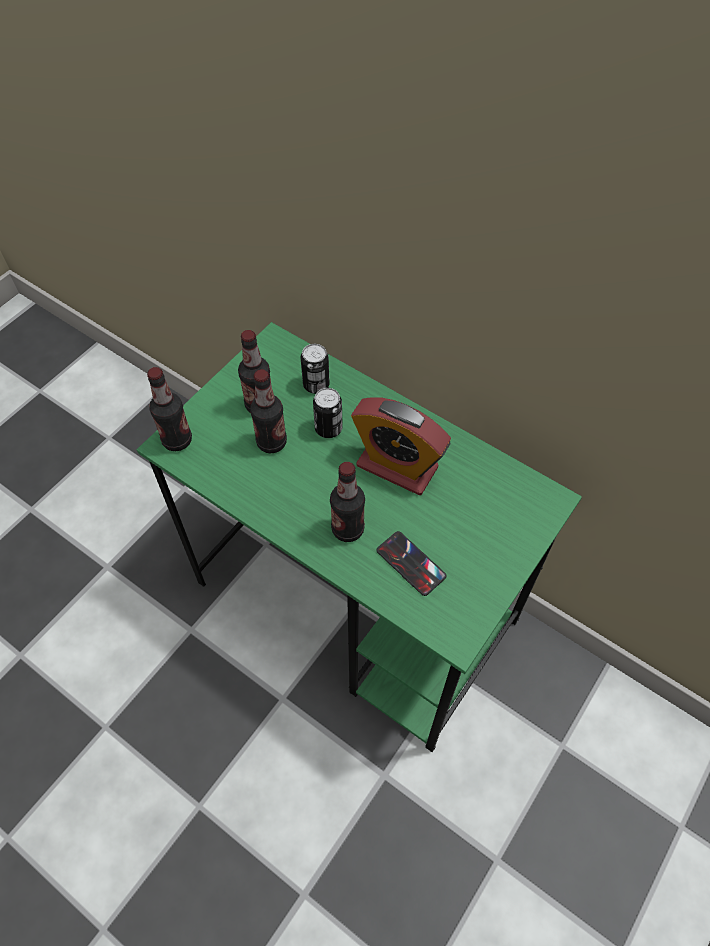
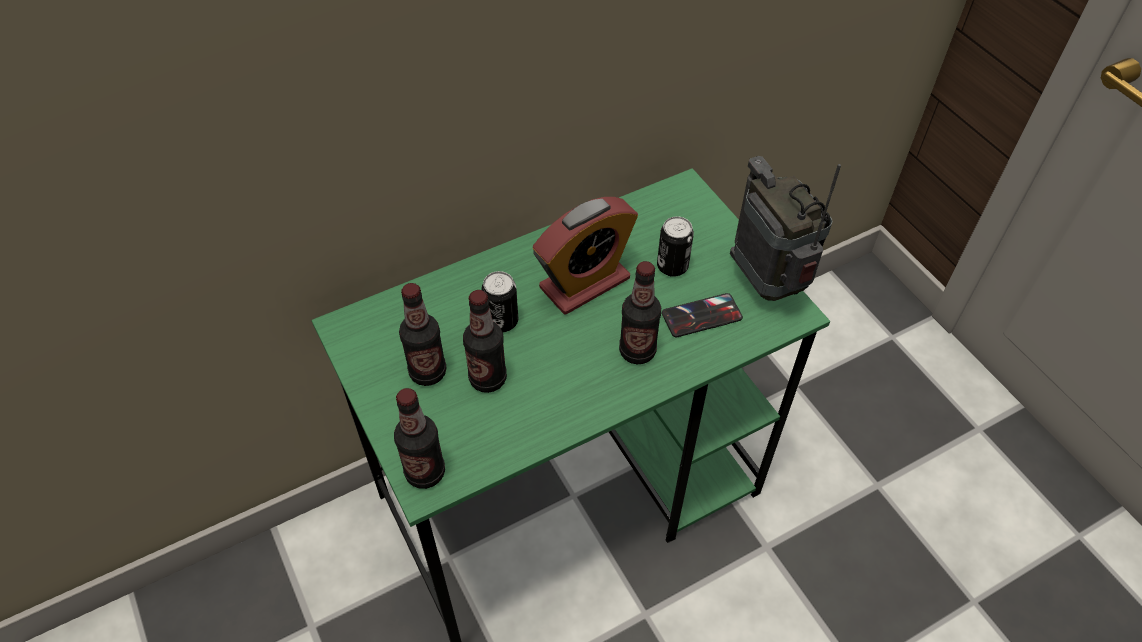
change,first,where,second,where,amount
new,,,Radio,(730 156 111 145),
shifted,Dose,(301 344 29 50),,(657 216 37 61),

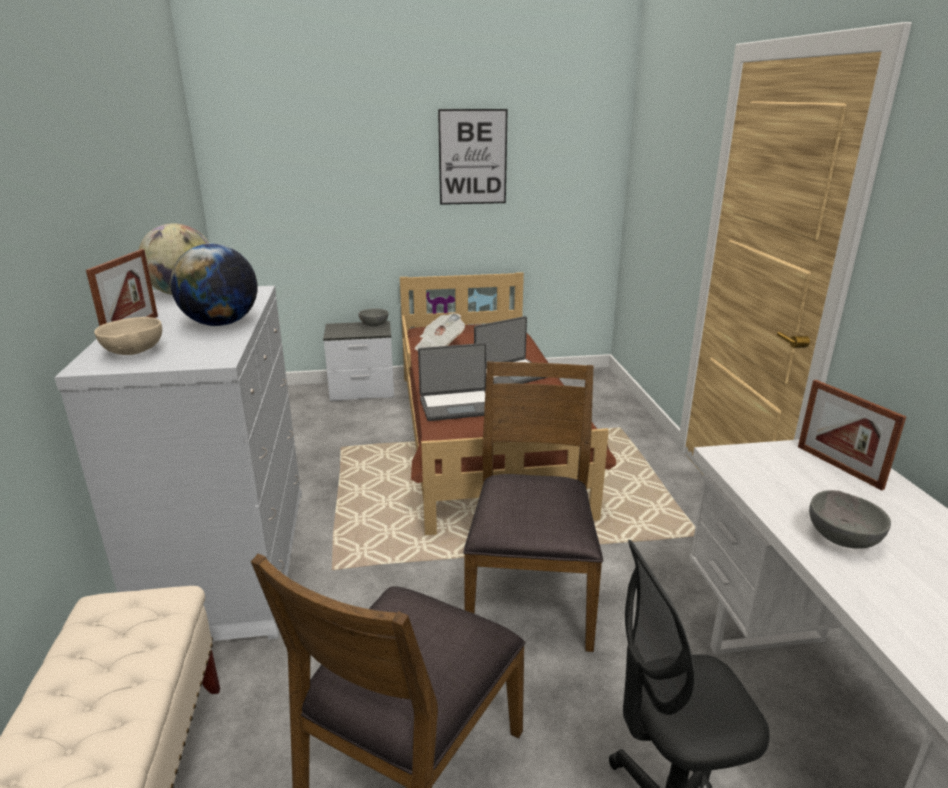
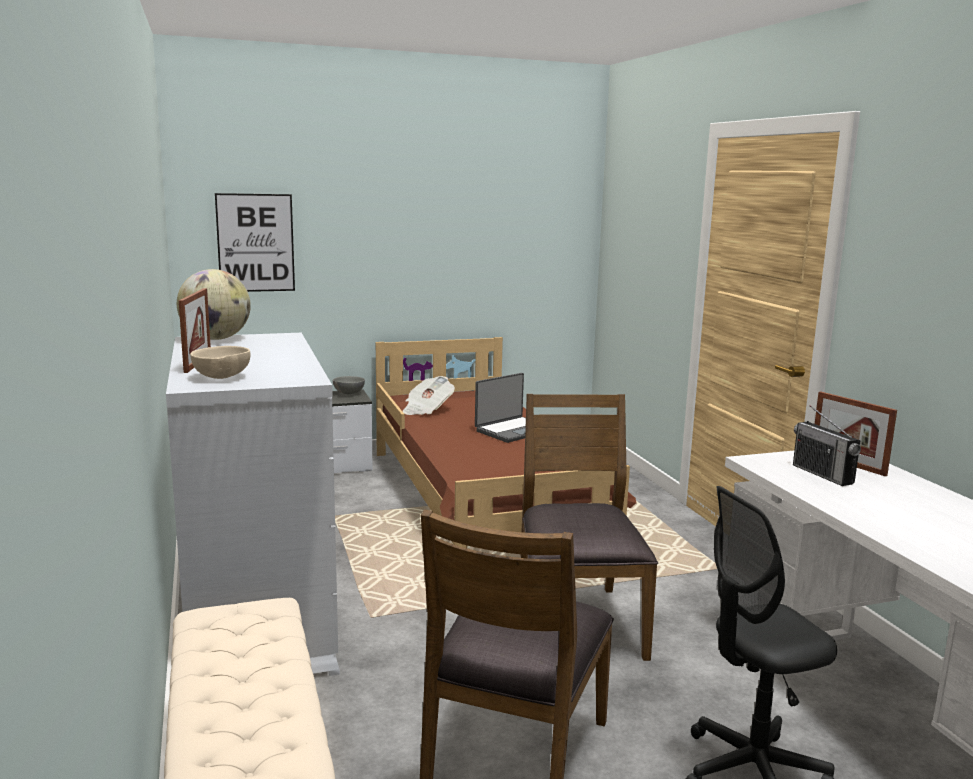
change,first,where,second,where,amount
gone,Globus,(170 244 88 82),,,
gone,Laptop,(418 343 68 78),,,
gone,Schüssel (grau),(809 490 82 59),,,
new,,,Radio,(793 405 68 81),
shifted,Bild,(438 109 70 96),,(215 193 80 99),

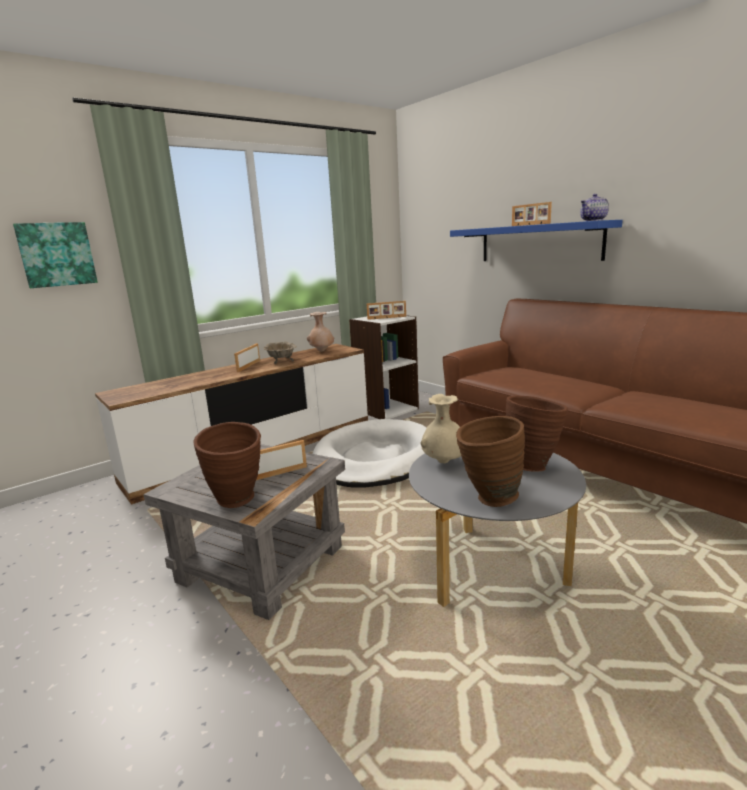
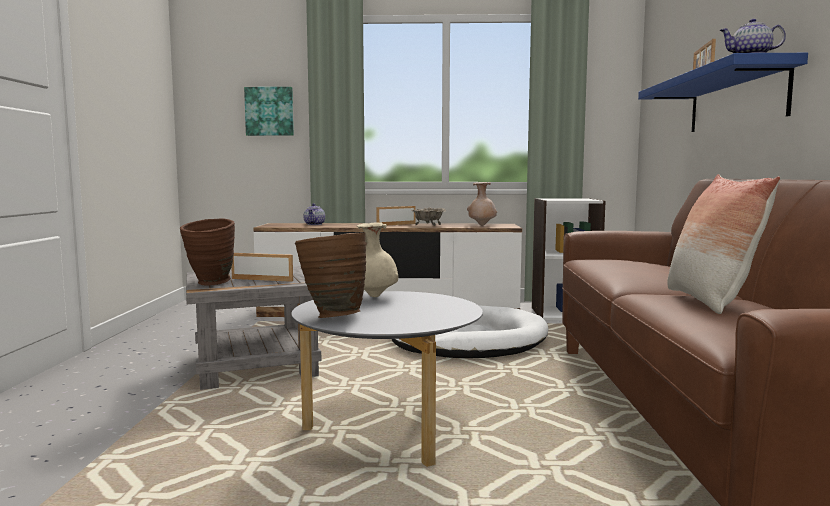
change,first,where,second,where,amount
gone,Bilderrahmen,(367 301 39 19),,,
gone,Vase (braun),(506 396 62 76),,,
new,,,Teekanne,(303 203 22 22),
new,,,Kissen,(667 174 113 140),

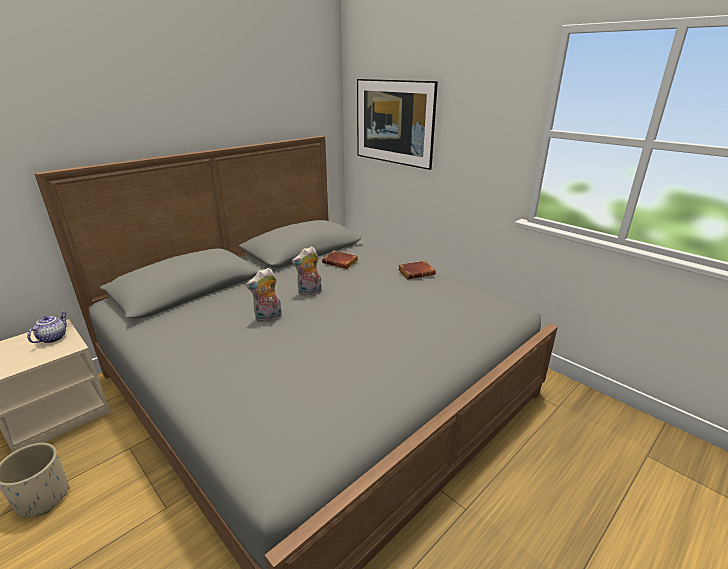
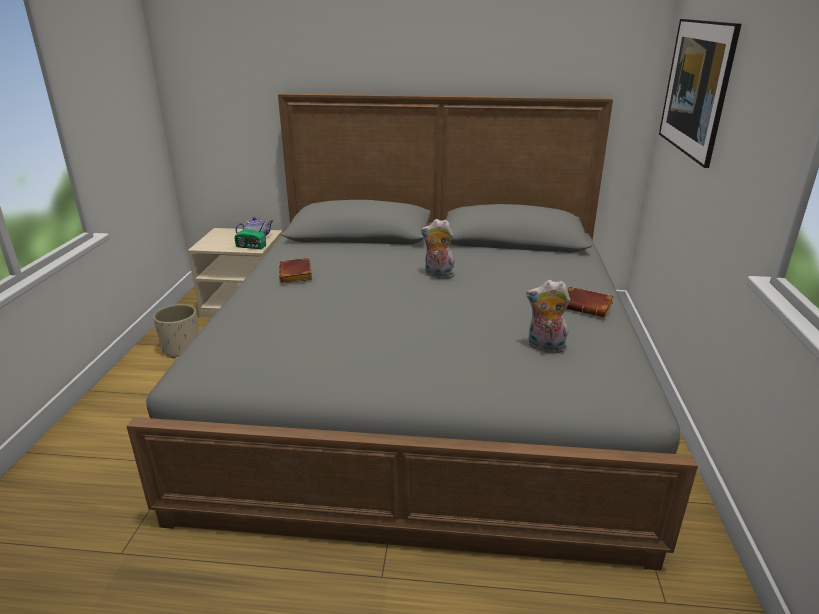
change,first,where,second,where,amount
new,,,Radio,(235 219 31 30),
shifted,Plüschtier,(246 268 36 54),,(526 280 44 73),
shifted,Buch (braun),(322 250 36 19),,(279 257 33 26),

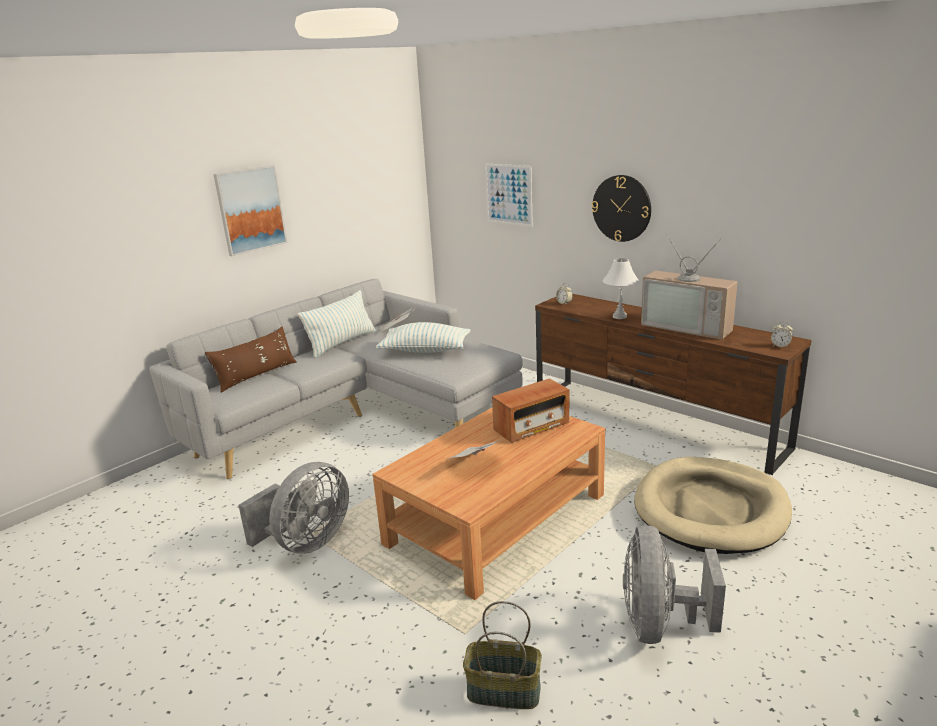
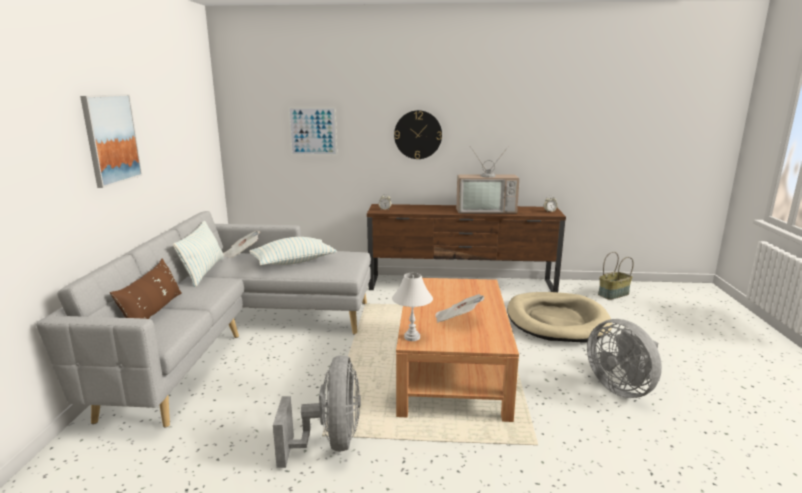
change,first,where,second,where,amount
gone,Radio,(492 378 77 65),,,
shifted,Korb,(463 601 79 108),,(598 252 36 48),
shifted,Tischlampe (weiß),(603 258 36 61),,(392 273 41 68),

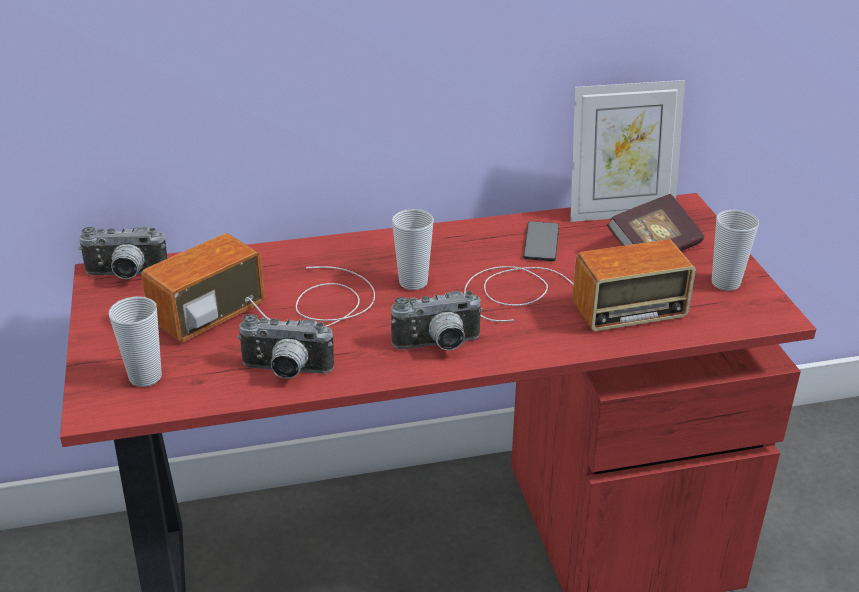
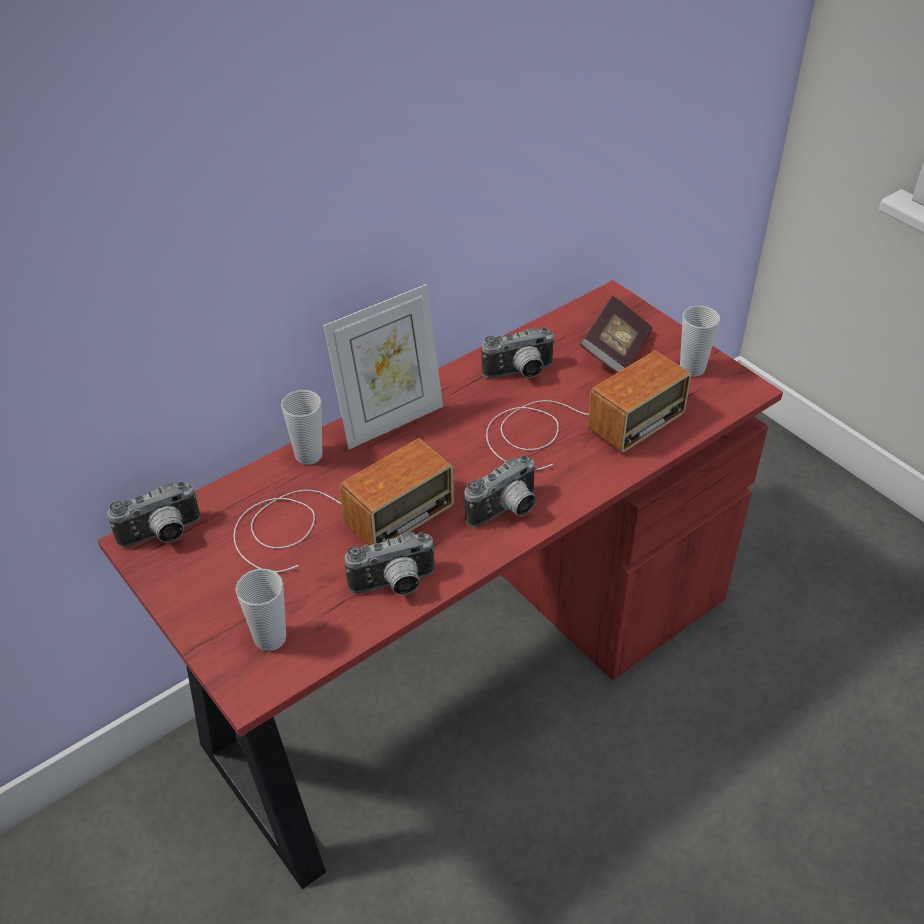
change,first,where,second,where,amount
shifted,Tasse,(392 209 42 81),,(281 390 41 75),
shifted,Bilderrahmen,(570 80 115 142),,(323 284 120 165),
swapped,Handy,(523 221 36 40),Kamera,(482 327 74 52),
rotated,Radio,(141 233 234 109),,(234 438 220 134),150 degrees counterclockwise

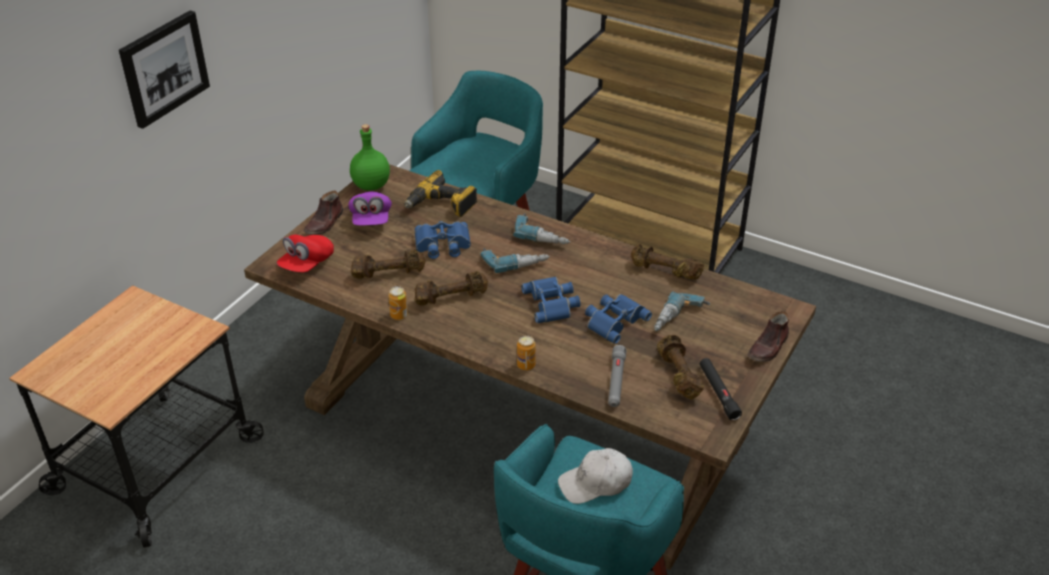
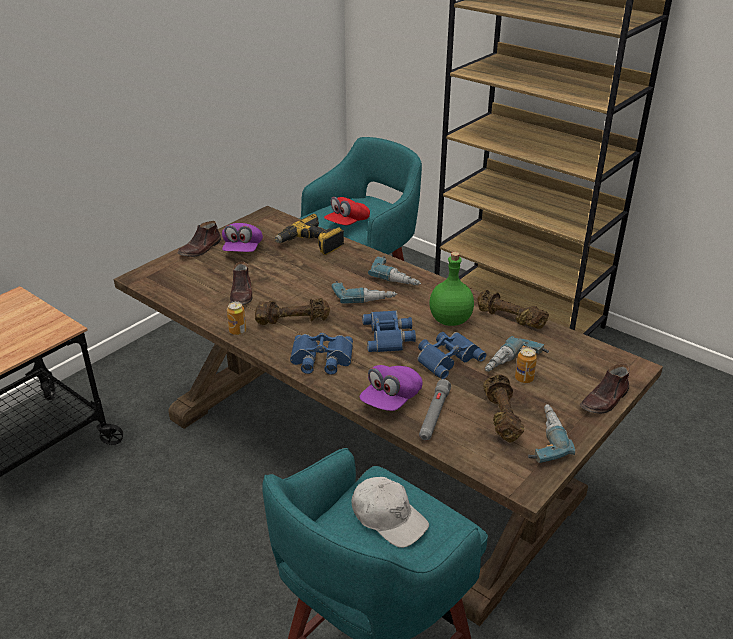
change,first,where,second,where,amount
gone,Bild,(119 11 91 118),,,
new,,,Kappe (lila),(360 365 63 46),
shifted,Kappe (rot),(277 235 57 37),,(324 197 46 28),
shifted,Flasche (grün),(350 124 40 67),,(429 252 45 74),
shifted,Fernglas (blau),(415 221 56 38),,(290 333 63 41),
shifted,Dose,(517 335 19 35),,(515 347 22 36),
swapped,Hantel (braun),(351 249 75 30),Schuh (braun),(230 261 22 44),
swapped,Taschenlampe (schwarz),(700 358 42 62),Bohrmaschine,(528 404 47 59),
rotated,Kappe (weiß),(558 448 75 56),,(351 477 78 71),135 degrees counterclockwise

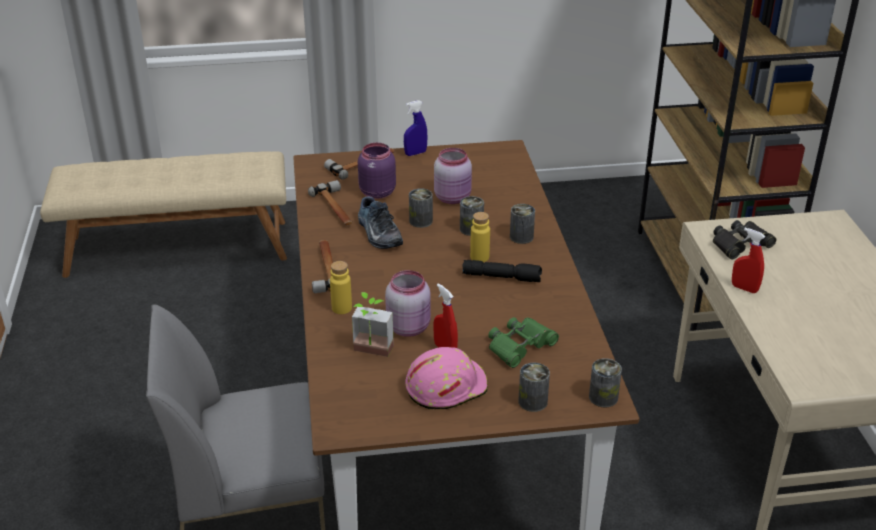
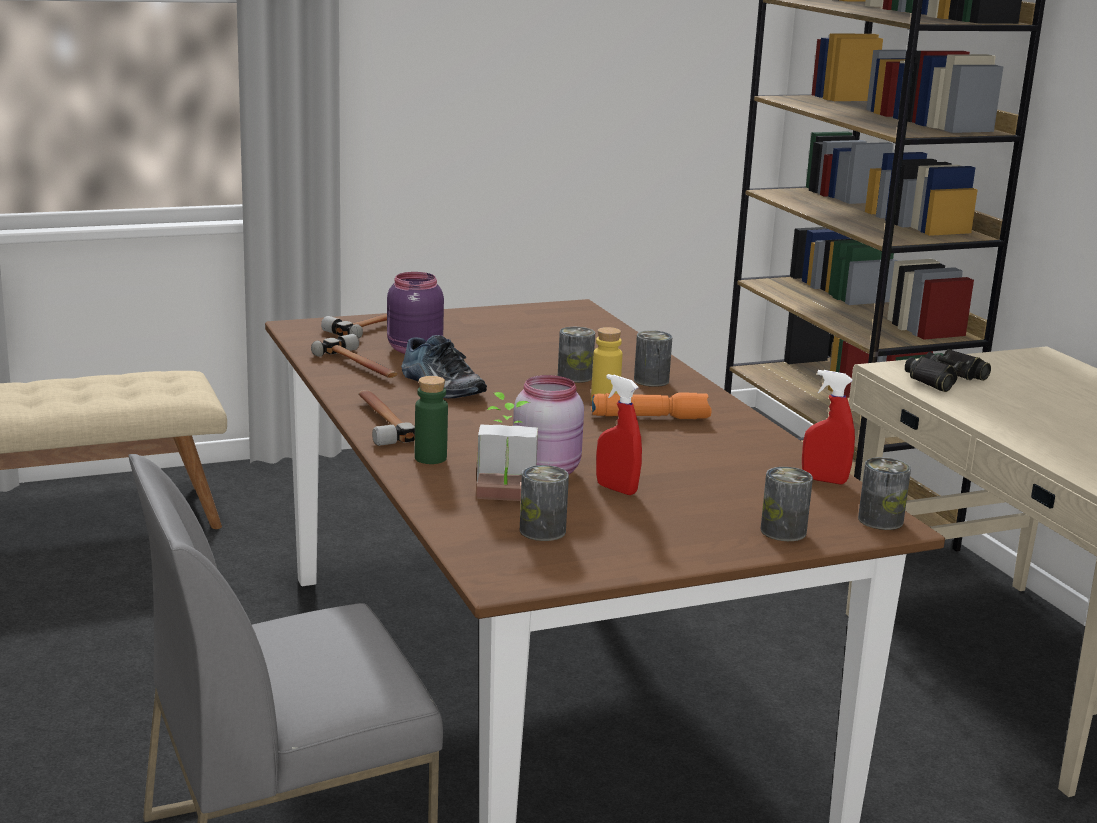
change,first,where,second,where,amount
gone,Sprühflasche (blau),(404 100 23 56),,,
gone,Schutzhelm (rosa),(405 347 83 62),,,
gone,Vorratsglas (rosa),(434 148 38 56),,,
gone,Fernglas (grün),(488 317 71 51),,,
shifted,Dose,(409 188 24 40),,(520 465 49 76),
shifted,Sprühflasche (rot),(732 228 33 65),,(802 370 53 114),
repainted,Flasche (gelb),(330 261 22 53),Flasche (grün),(415 376 33 88),
repainted,Taschenlampe (schwarz),(462 260 80 22),Taschenlampe (orange),(591 392 121 27),

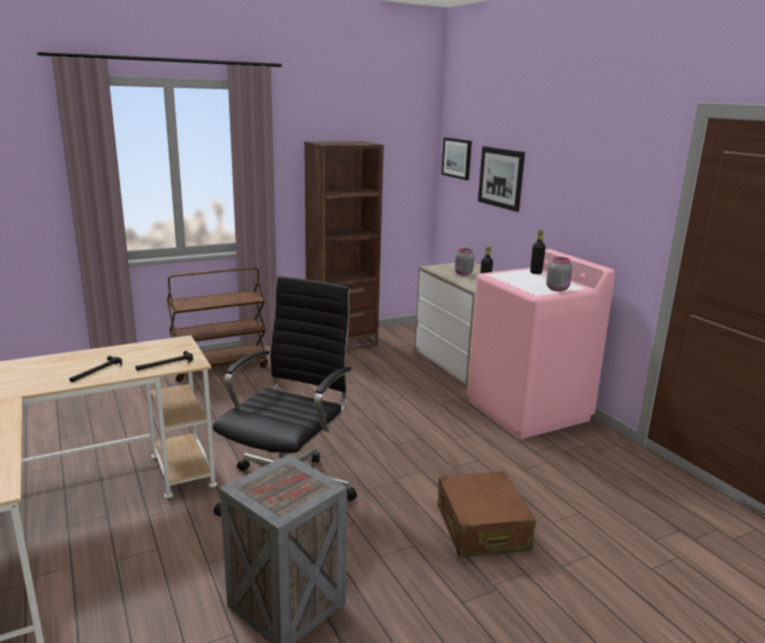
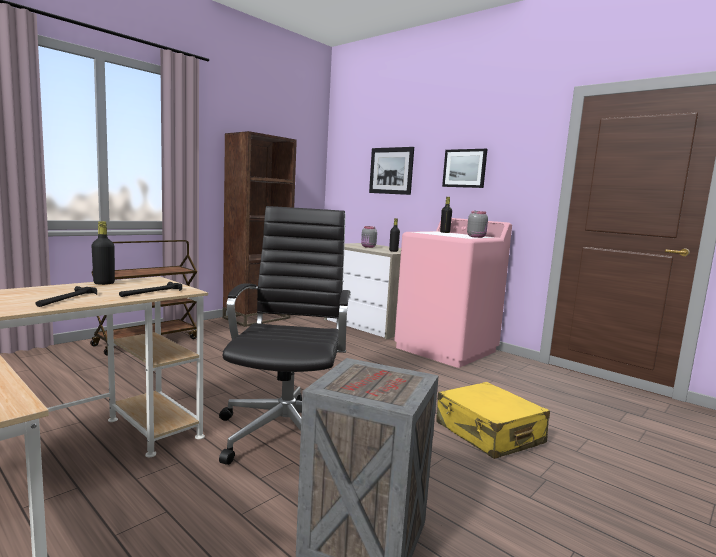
change,first,where,second,where,amount
new,,,Flasche (schwarz),(92 221 23 64),
shifted,Bild,(441 138 31 42),,(442 149 45 39),
repainted,Koffer (braun),(438 471 98 86),Koffer (gelb),(436 382 114 77),

